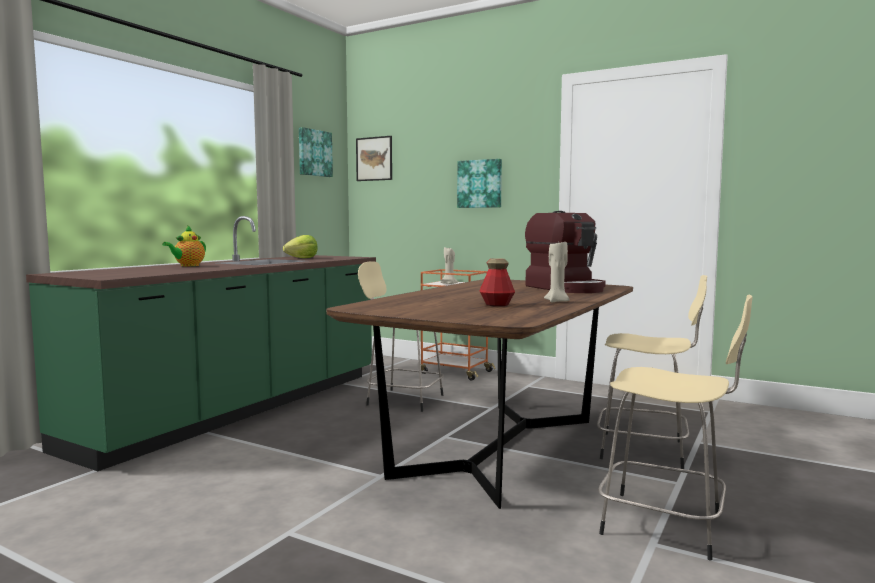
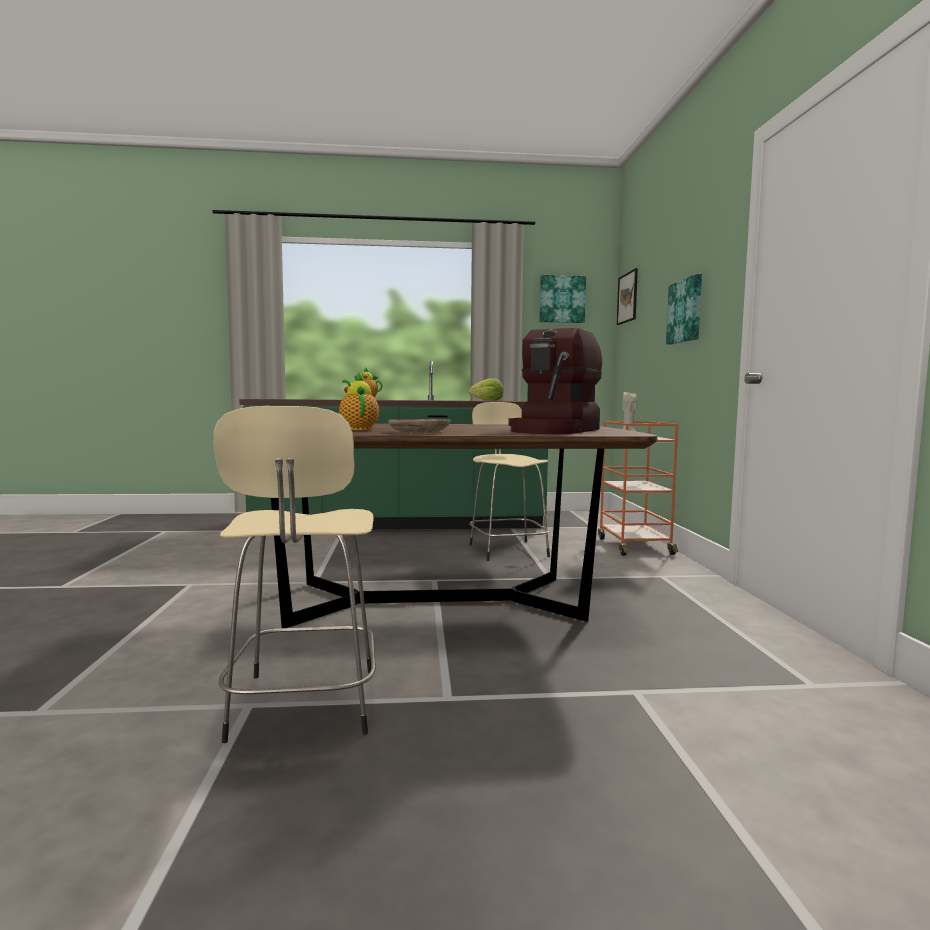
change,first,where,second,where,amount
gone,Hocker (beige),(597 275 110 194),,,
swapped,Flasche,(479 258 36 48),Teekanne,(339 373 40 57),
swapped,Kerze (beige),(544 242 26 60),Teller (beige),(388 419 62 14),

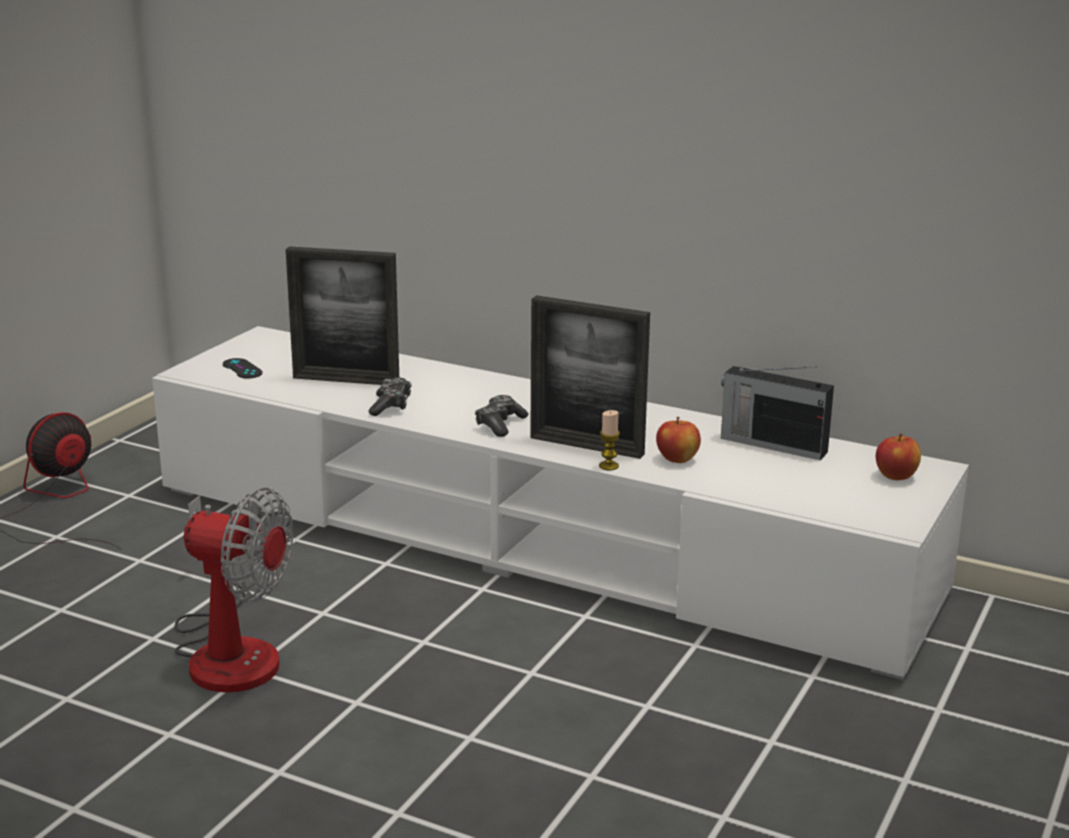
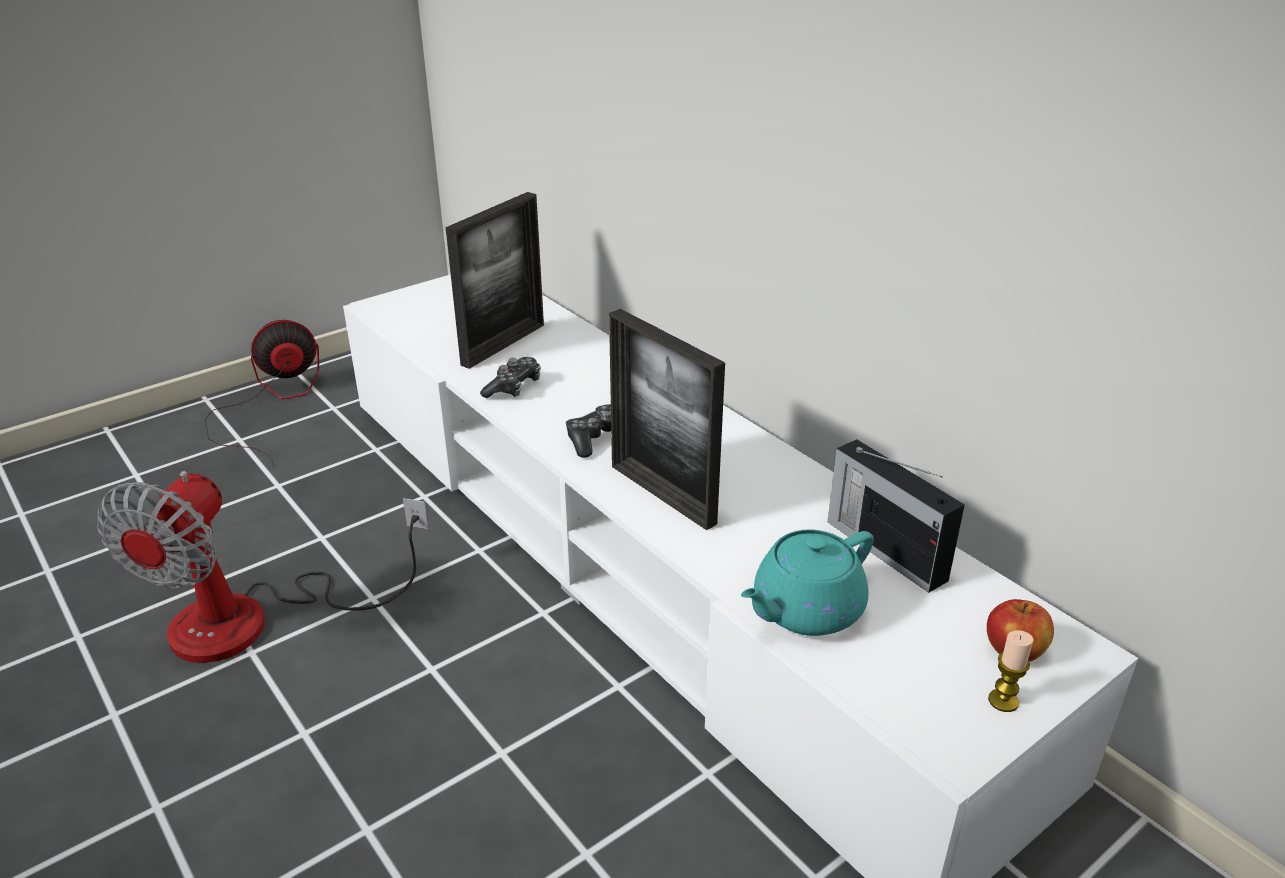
change,first,where,second,where,amount
gone,Gamepad (schwarz),(223 358 40 20),,,
gone,Apfel,(656 417 45 46),,,
new,,,Teekanne (türkis),(741 529 133 107),
shifted,Kerze,(599 410 21 60),,(988 630 46 82),
rotated,Ventilator,(174 488 119 205),,(98 471 331 192),60 degrees clockwise
rotated,Bilderrahmen,(286 246 113 139),,(446 192 98 177),90 degrees counterclockwise

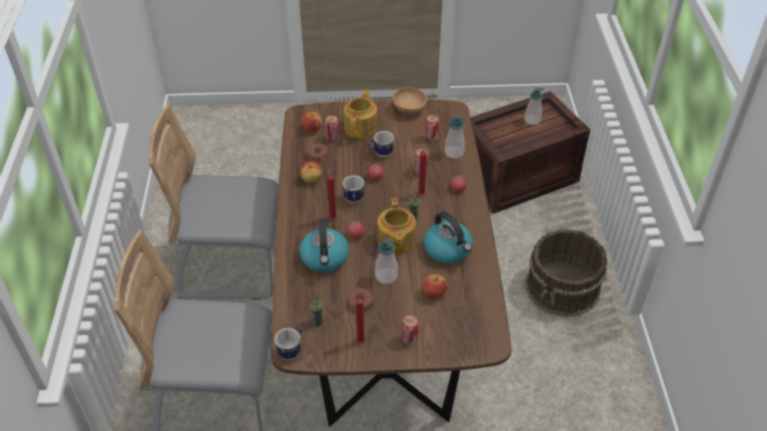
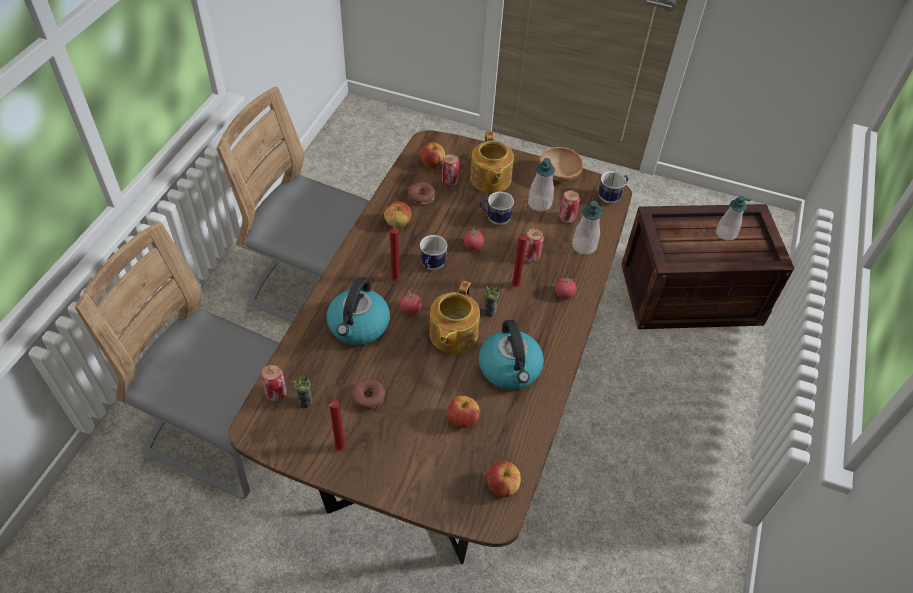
change,first,where,second,where,amount
gone,Eimer (braun),(525 229 82 88),,,
new,,,Apfel,(487 461 34 36),
shifted,Henkelbecher,(274 328 28 32),,(598 171 31 33),
shifted,Seifenspender,(375 238 23 46),,(528 158 27 53),
shifted,Dose,(402 315 17 30),,(261 364 26 37),
rotated,Teekanne,(344 90 33 49),,(470 131 44 62),135 degrees clockwise

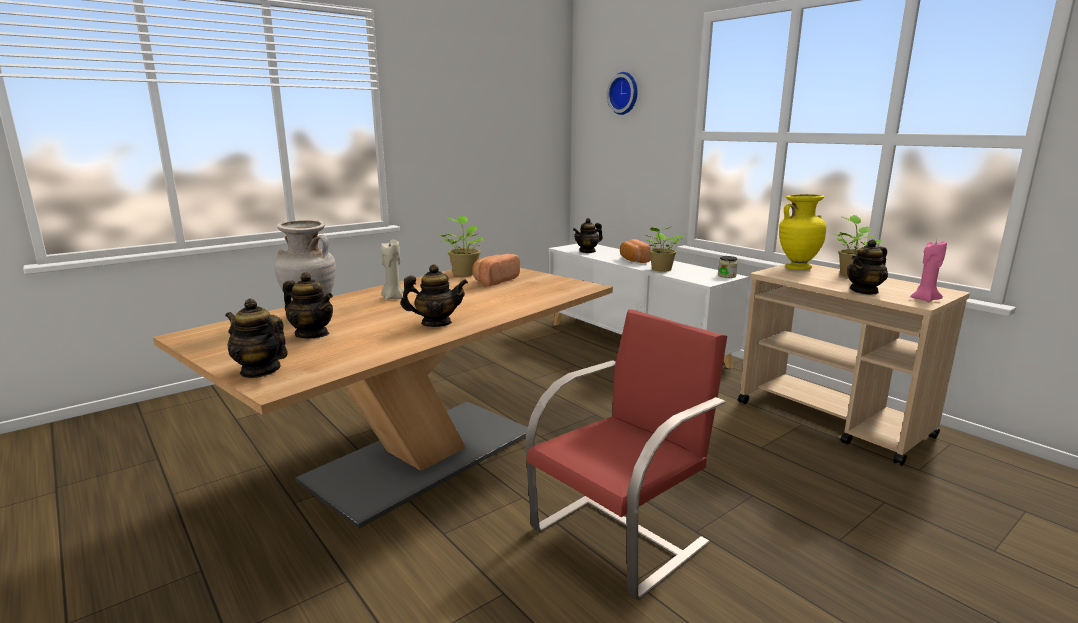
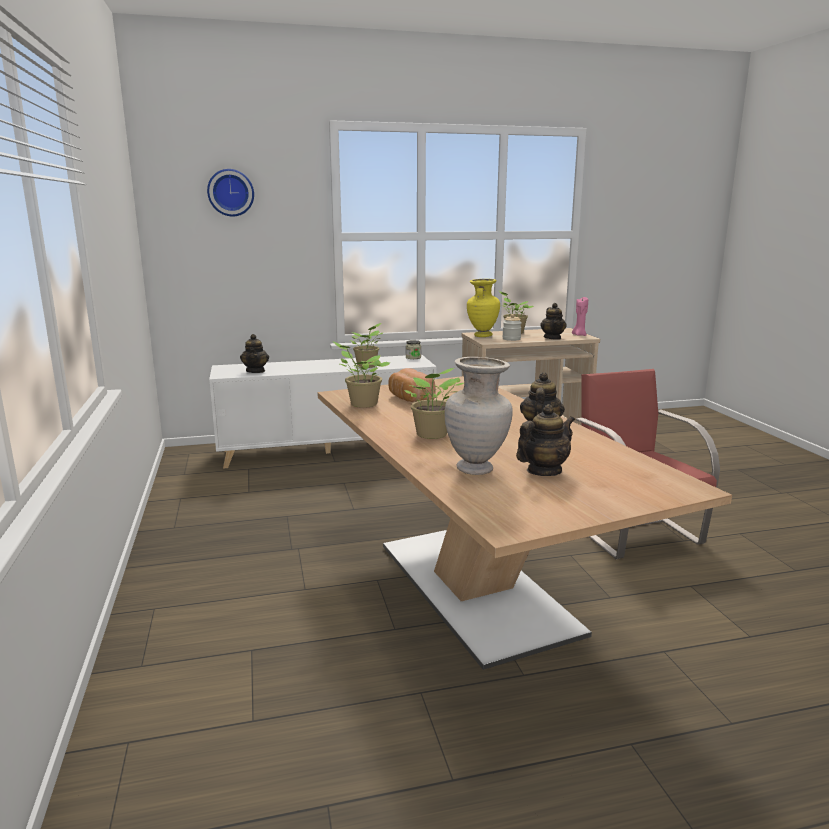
change,first,where,second,where,amount
gone,Teekanne,(225 298 63 80),,,
gone,Brot,(620 239 31 24),,,
new,,,Vorratsglas,(502 314 20 27),
swapped,Kerze (beige),(381 240 22 60),Topfpflanze,(404 368 60 71),

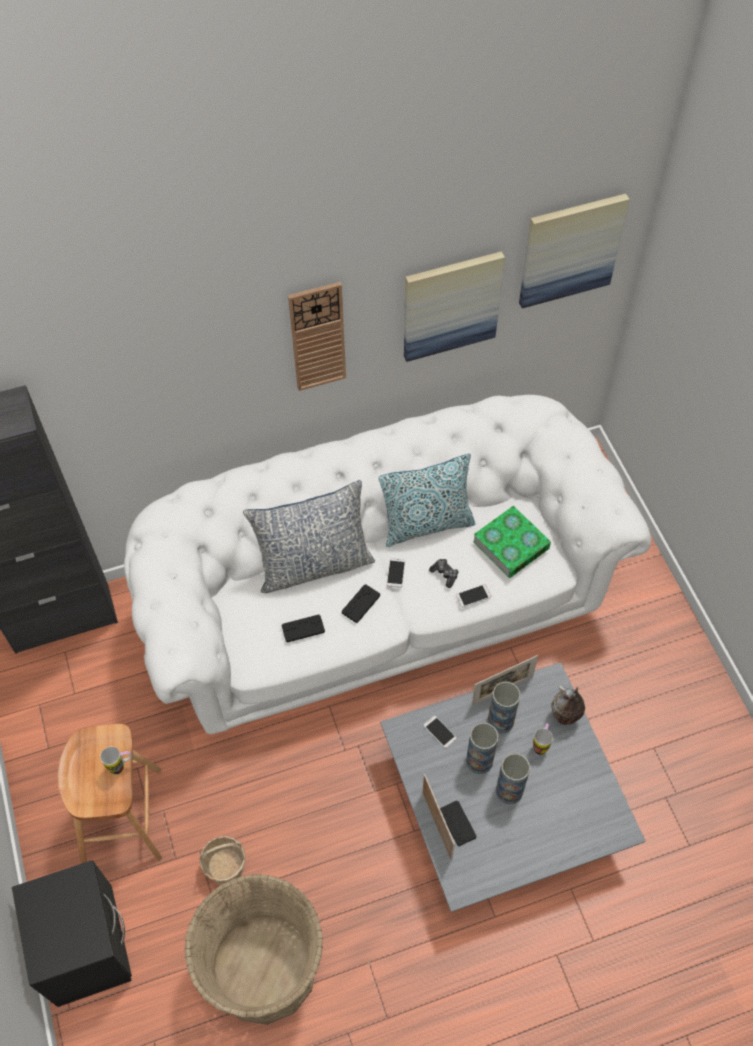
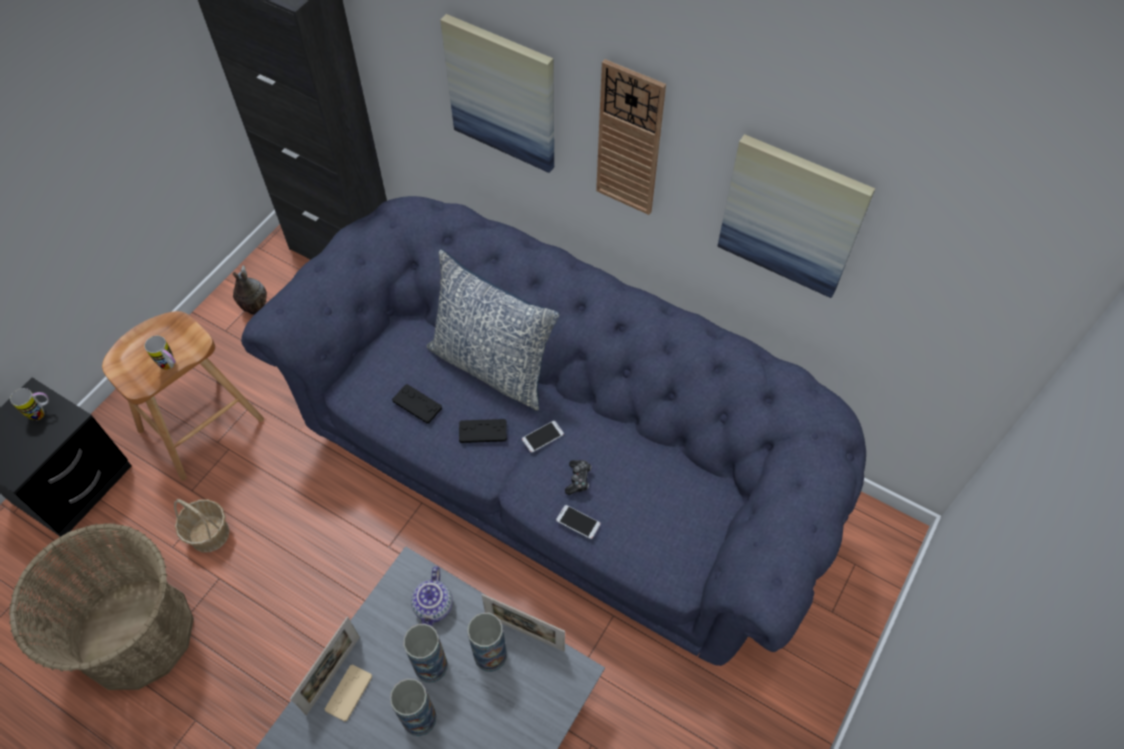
change,first,where,second,where,amount
gone,Kissen,(378 453 98 94),,,
gone,Buch,(473 506 78 72),,,
shifted,Bild,(519 194 111 114),,(440 14 114 159),
shifted,Henkelbecher,(533 723 20 32),,(10 388 39 33),
shifted,Vase,(551 685 34 40),,(233 266 34 49),
swapped,Handy,(424 716 33 32),Teekanne,(411 566 42 60),
repainted,Sofa (weiß),(124 395 527 339),Sofa (blau),(241 196 625 470),
repainted,Gamepad (schwarz),(440 800 37 46),Gamepad (beige),(325 664 47 58),

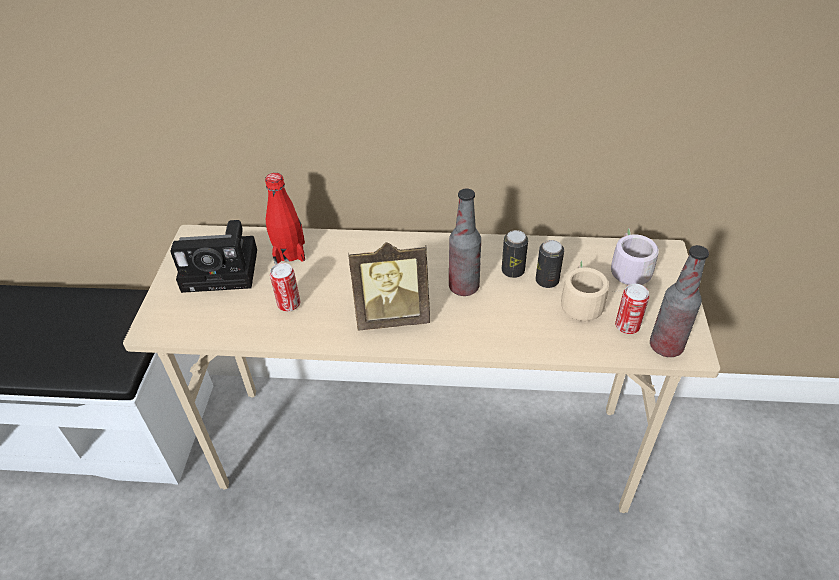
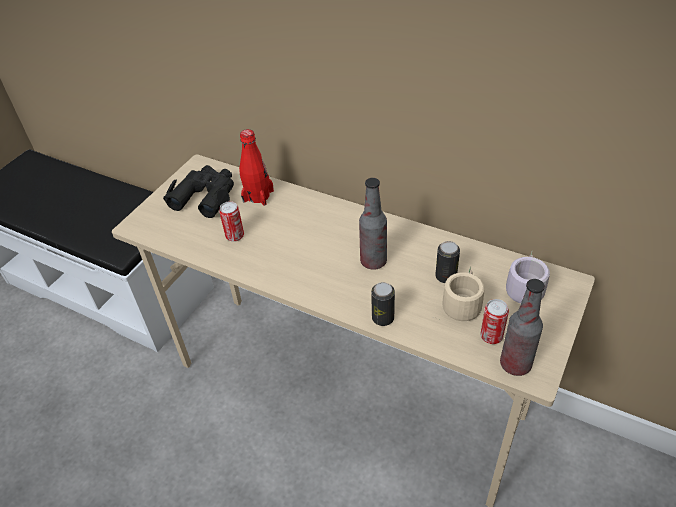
change,first,where,second,where,amount
gone,Bilderrahmen,(348 242 82 88),,,
shifted,Dose,(502 230 26 48),,(371 282 24 44),
swapped,Kamera,(170 220 87 73),Fernglas (schwarz),(163 165 71 53),

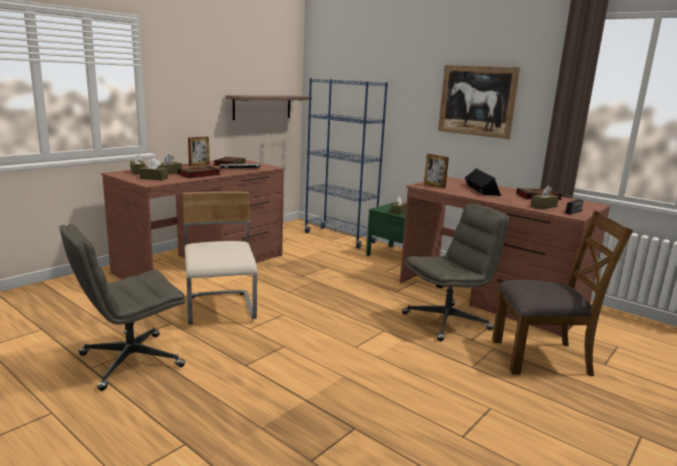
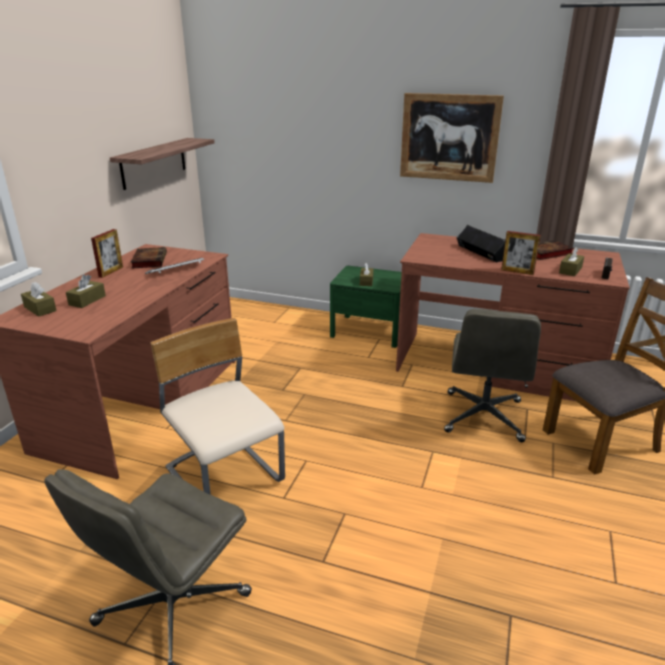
change,first,where,second,where,amount
gone,Taschentuchbox (braun),(139 158 29 23),,,
gone,Buch,(178 166 43 13),,,
gone,Bücherregal (blau),(304 78 84 171),,,
shifted,Bilderrahmen,(424 154 25 34),,(501 231 40 44),
rotated,Bürostuhl (grau),(402 203 107 138),,(444 309 97 133),150 degrees clockwise

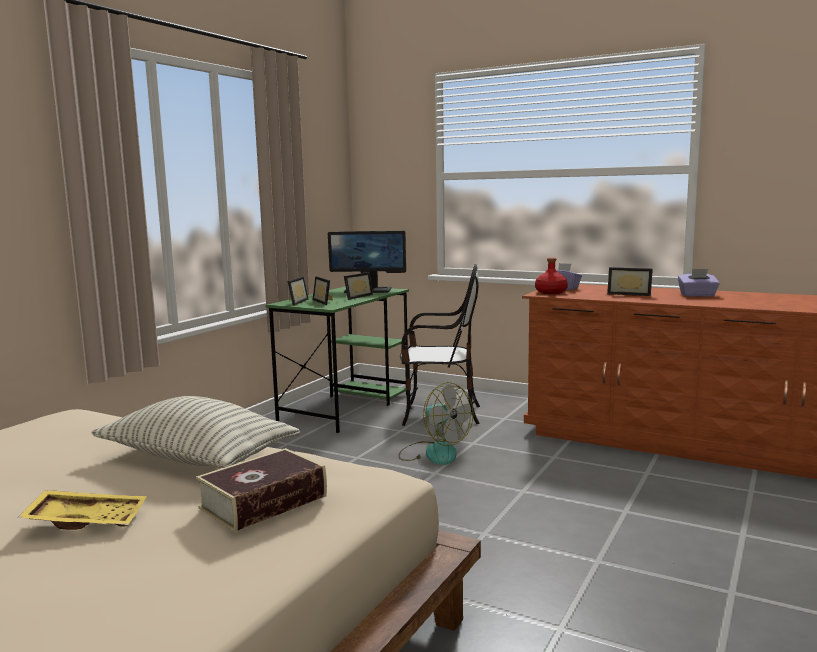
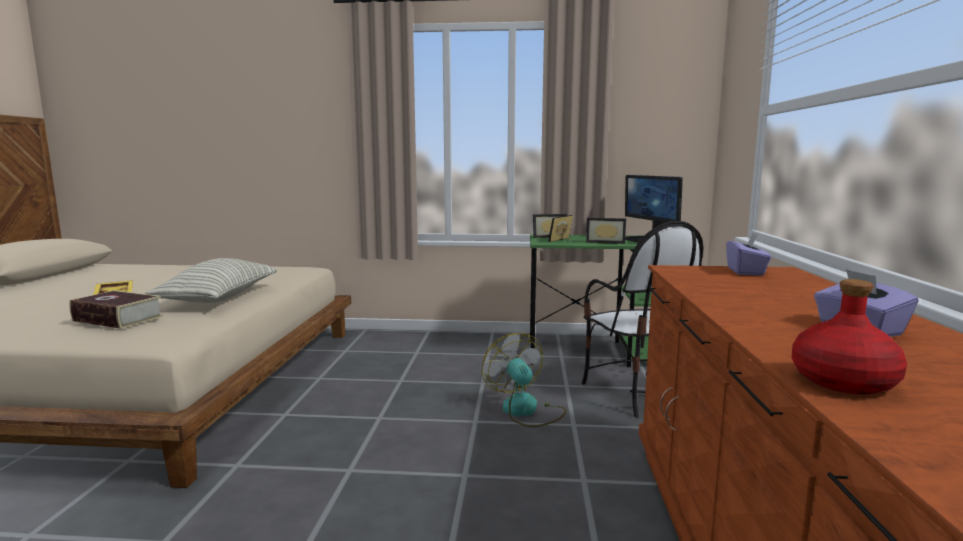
change,first,where,second,where,amount
gone,Bilderrahmen,(607 267 46 29),,,
shifted,Flasche (rot),(535 258 33 36),,(792 279 115 116),
rotated,Ventilator,(398 382 75 83),,(482 333 85 94),135 degrees clockwise

